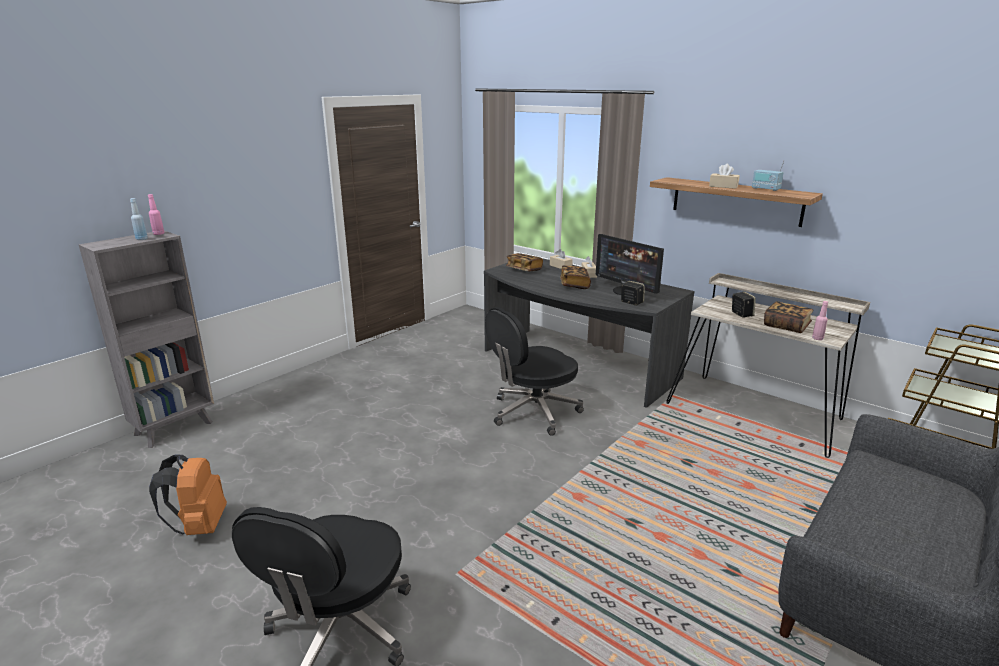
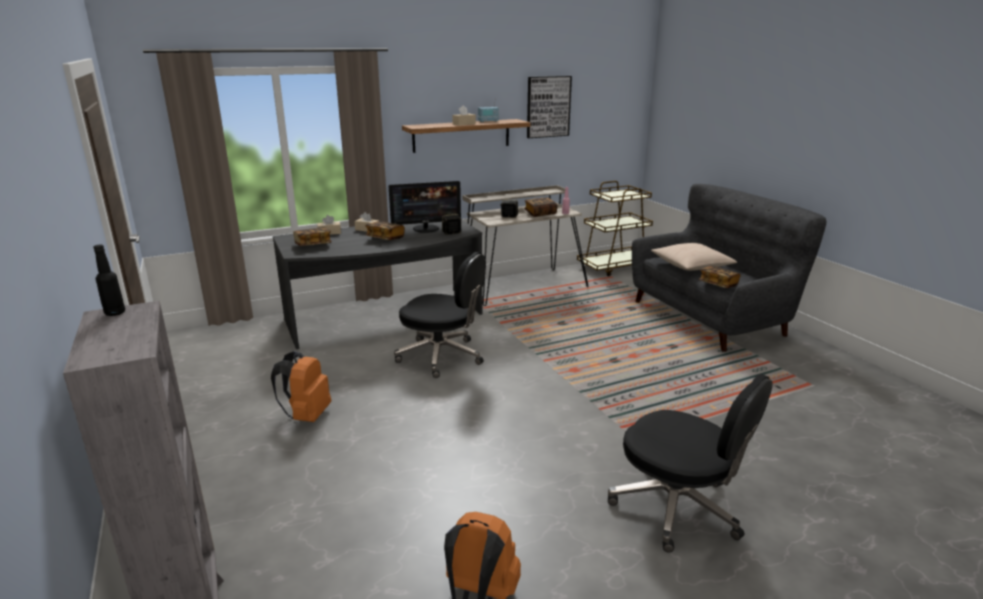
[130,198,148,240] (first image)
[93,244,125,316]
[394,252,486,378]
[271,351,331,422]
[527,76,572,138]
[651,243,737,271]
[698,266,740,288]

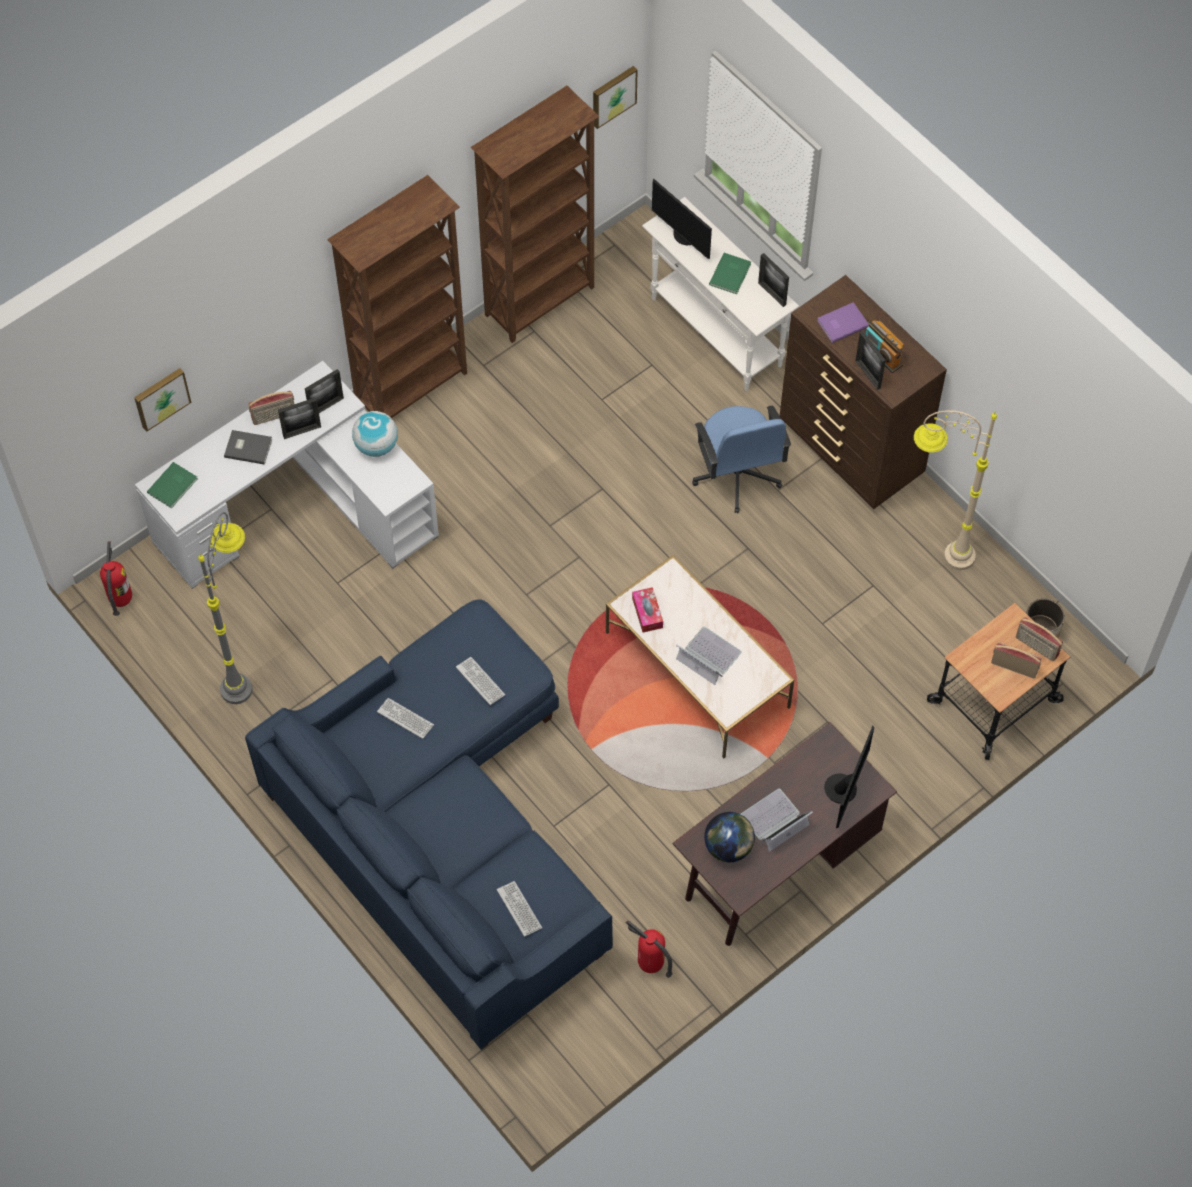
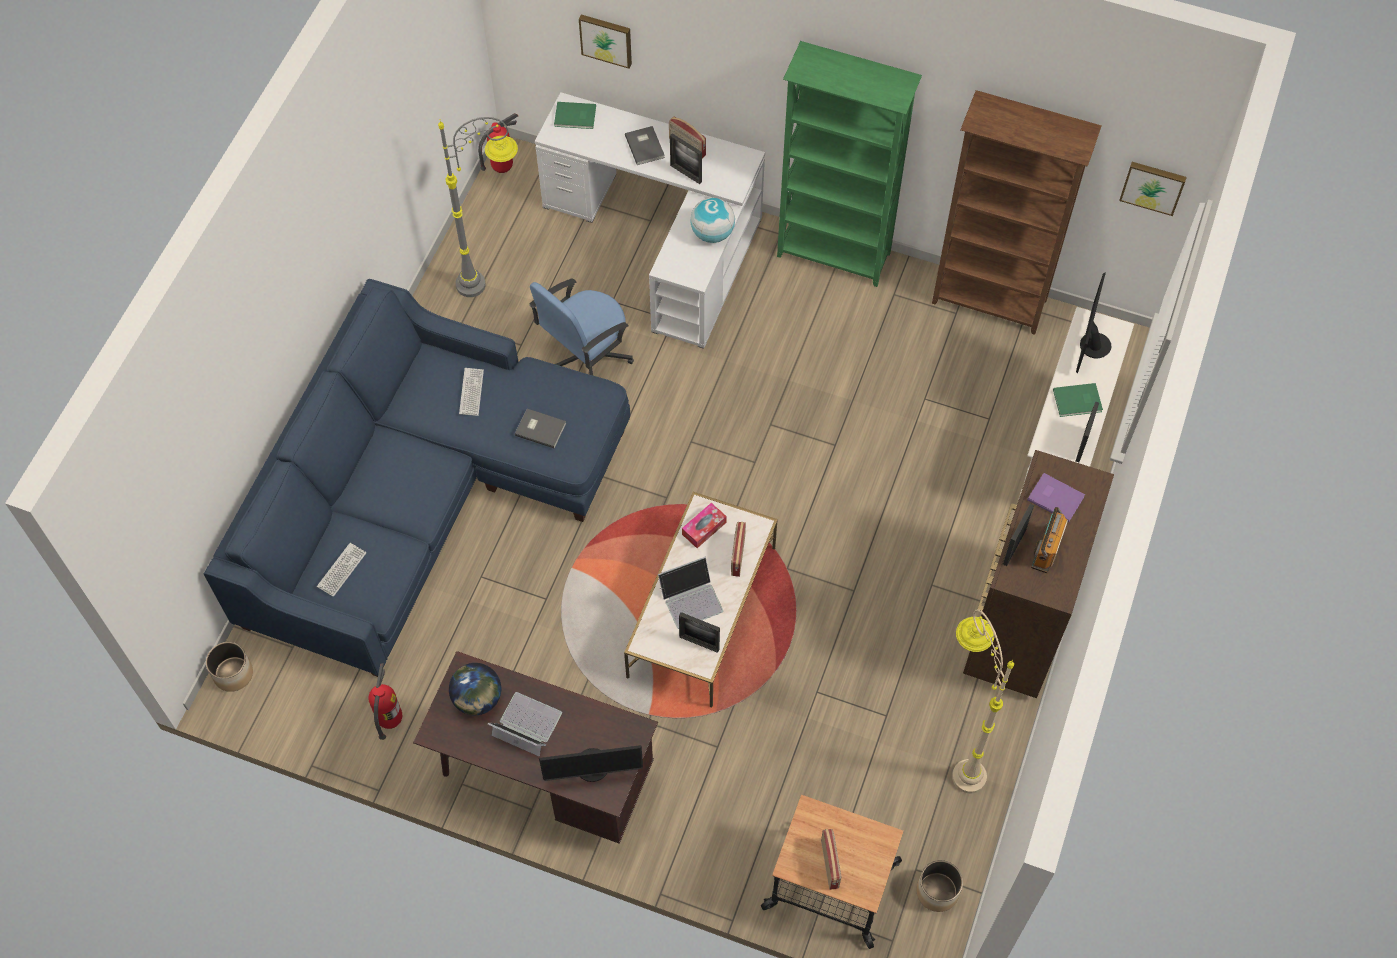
[679,612,720,653]
[777,41,922,287]
[515,409,566,449]
[658,557,723,629]
[529,278,634,375]
[731,522,746,577]
[206,642,253,692]

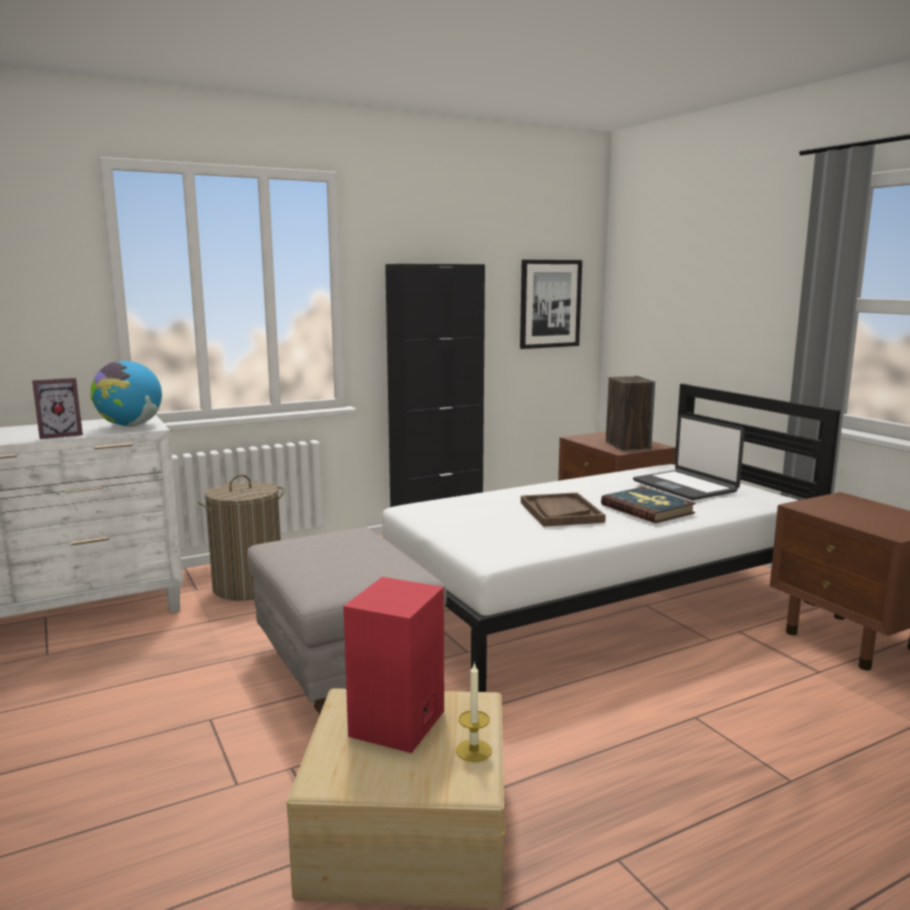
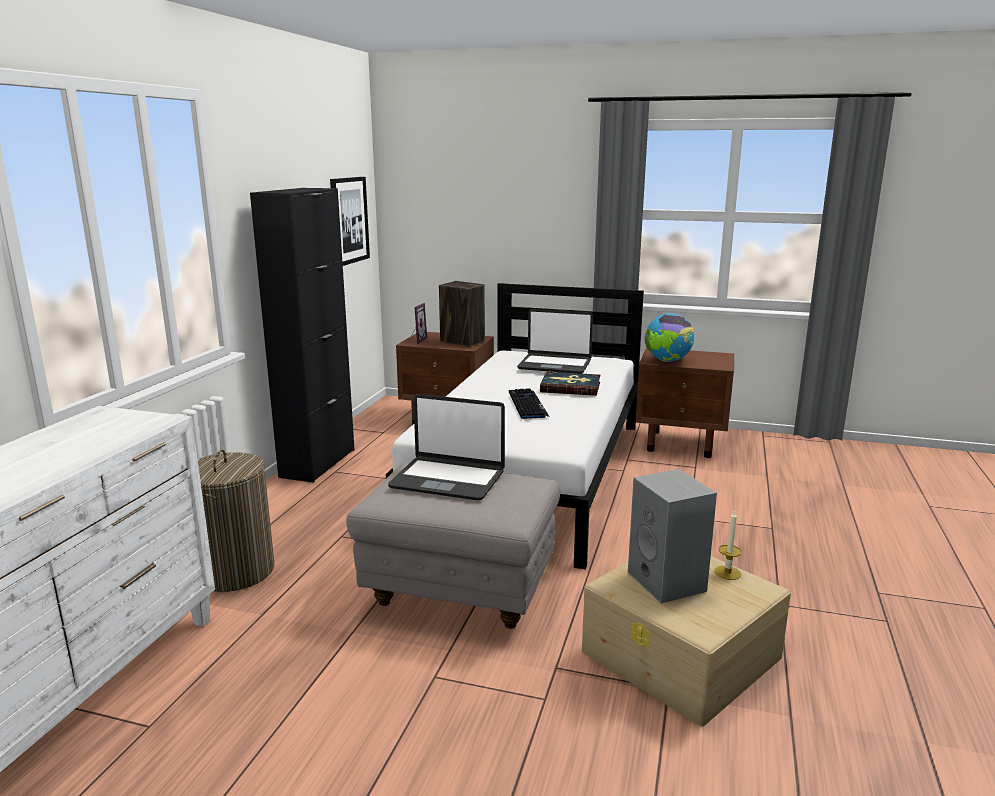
[409,303,427,344]
[645,313,694,362]
[628,469,717,603]
[509,388,550,419]
[388,394,505,500]

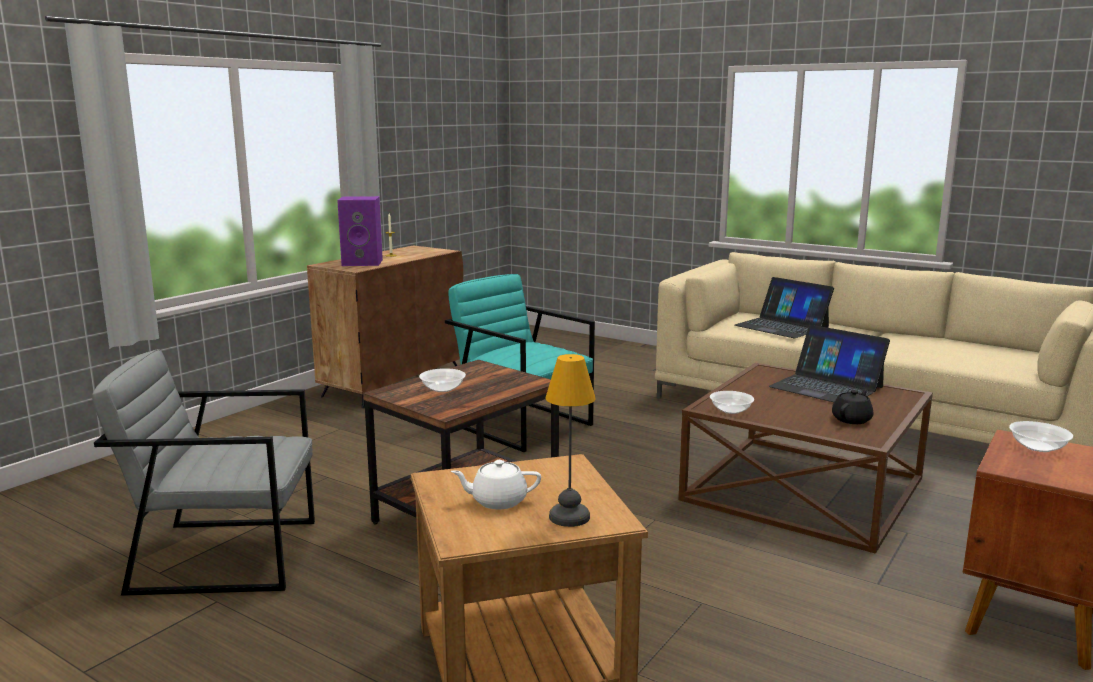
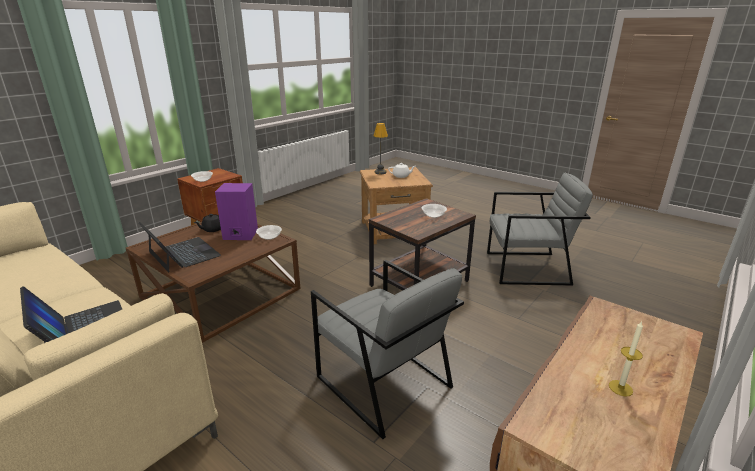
[215,183,258,240]
[311,260,464,439]

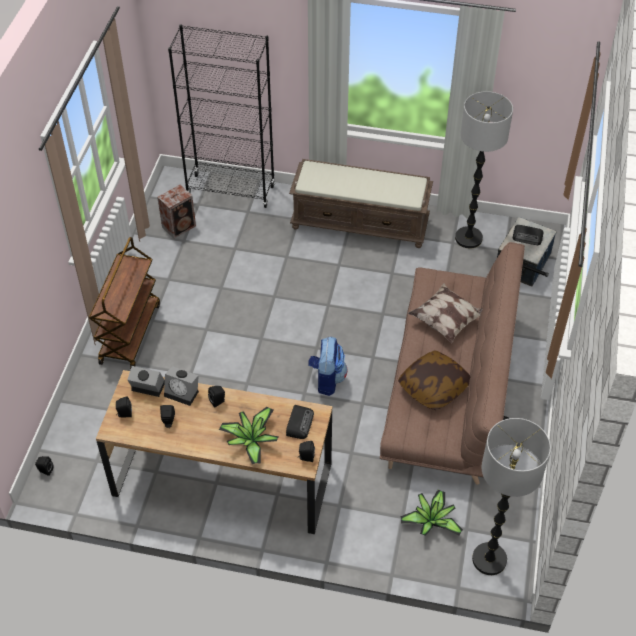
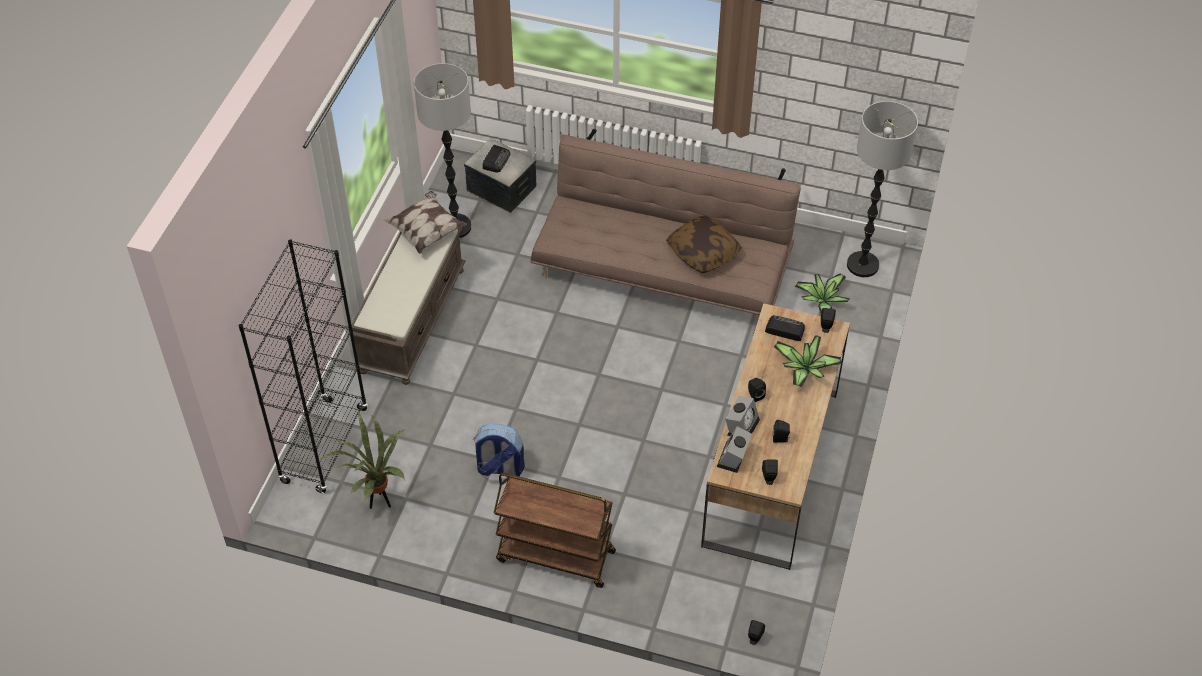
[320,412,406,509]
[473,424,525,476]
[383,191,467,254]

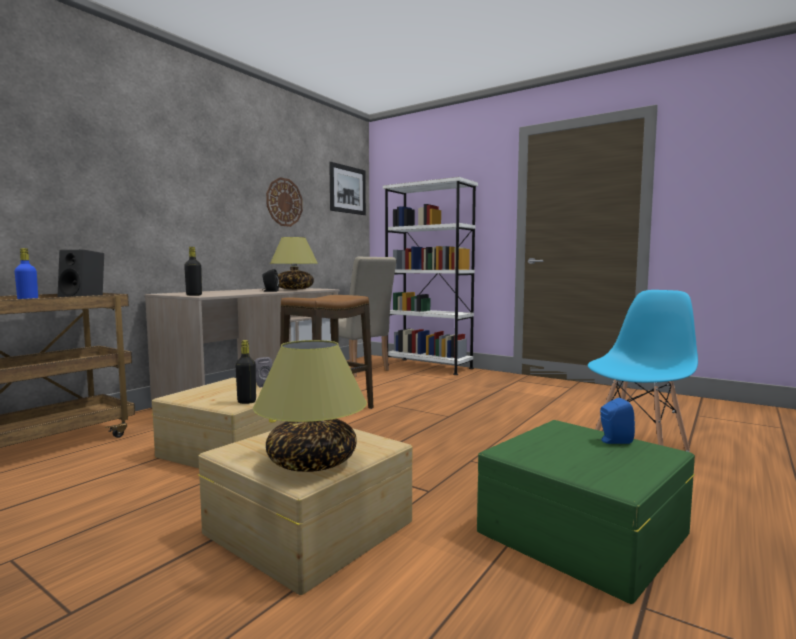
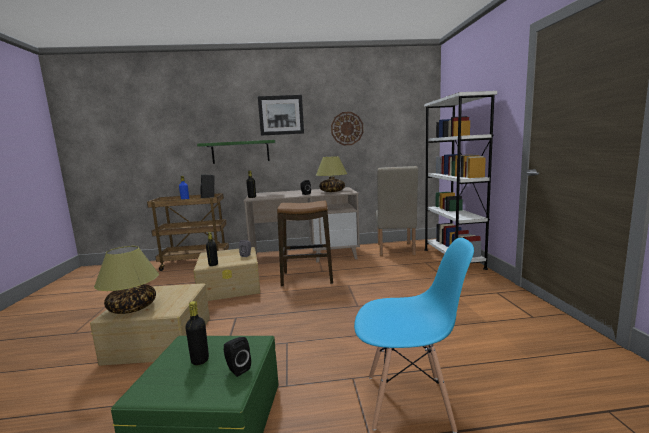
[258,95,304,136]
[224,337,251,377]
[185,301,209,365]
[197,140,276,164]

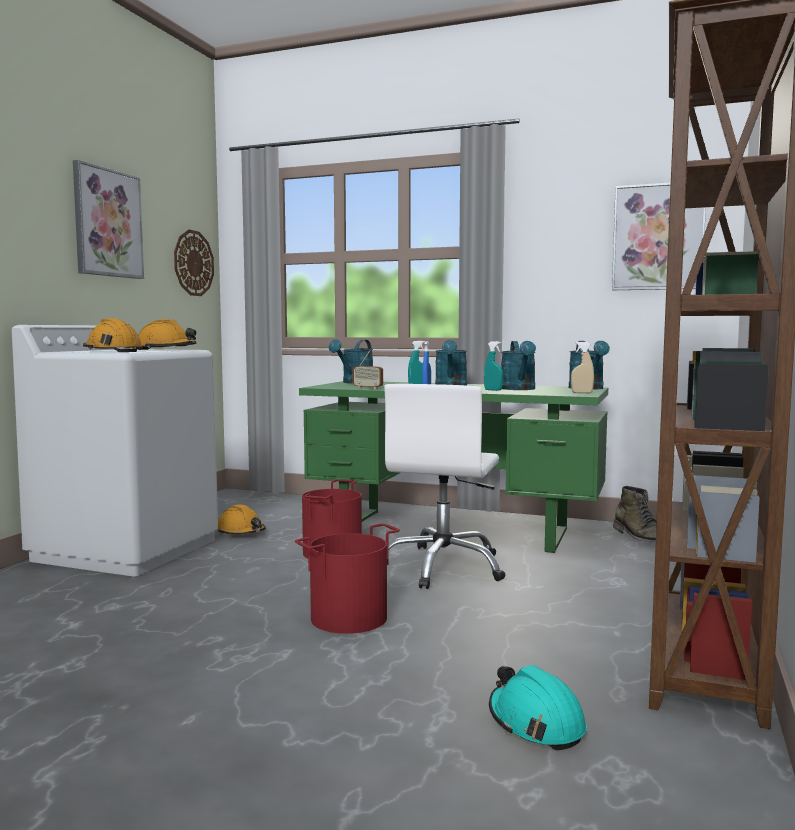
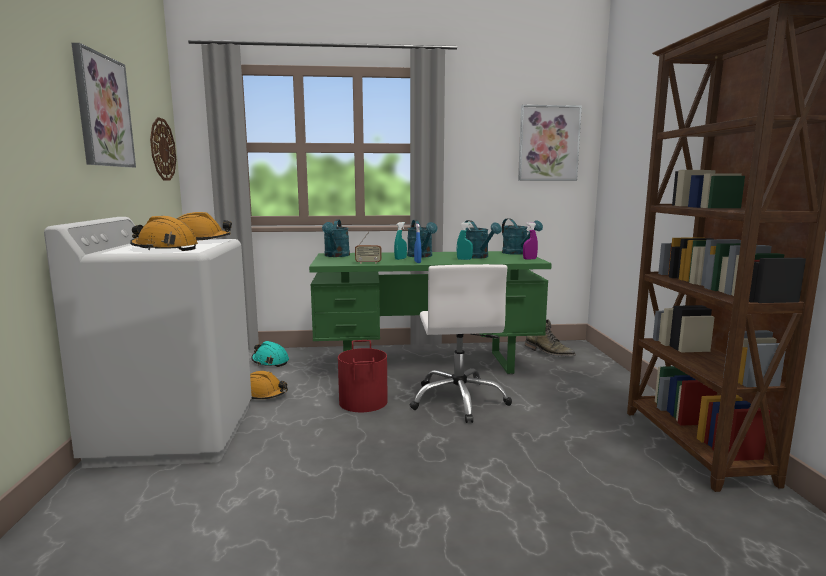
[295,523,400,634] (first image)
[251,341,289,367]
[523,222,538,260]

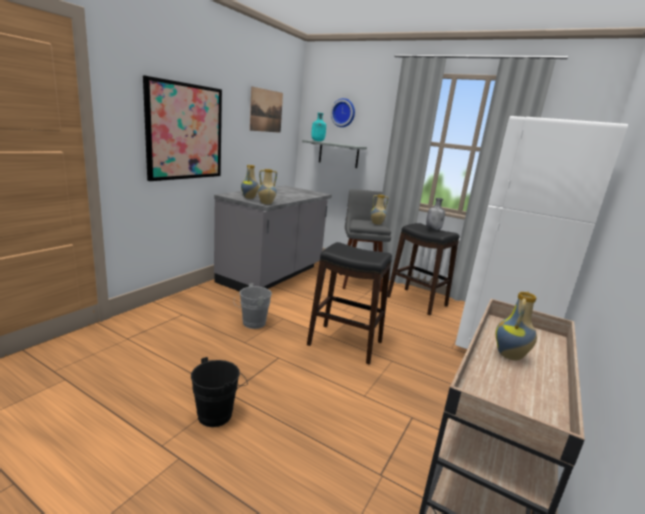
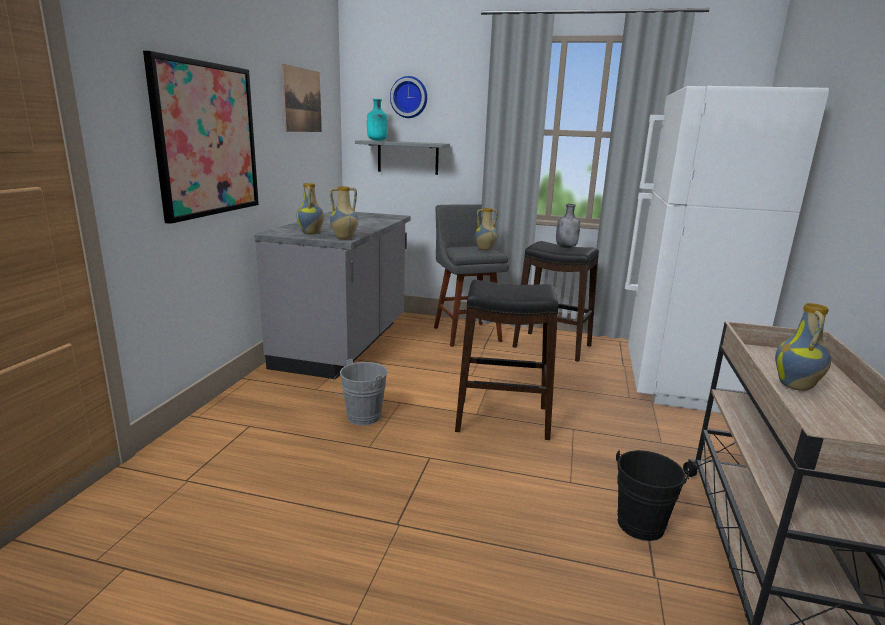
[616,450,689,541]

